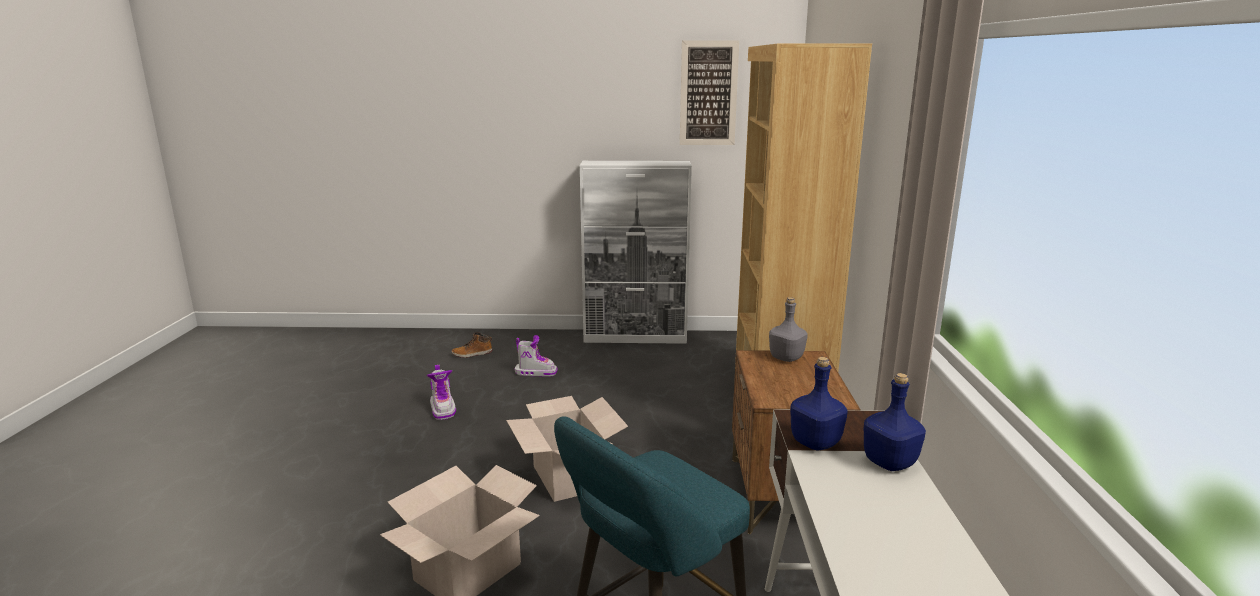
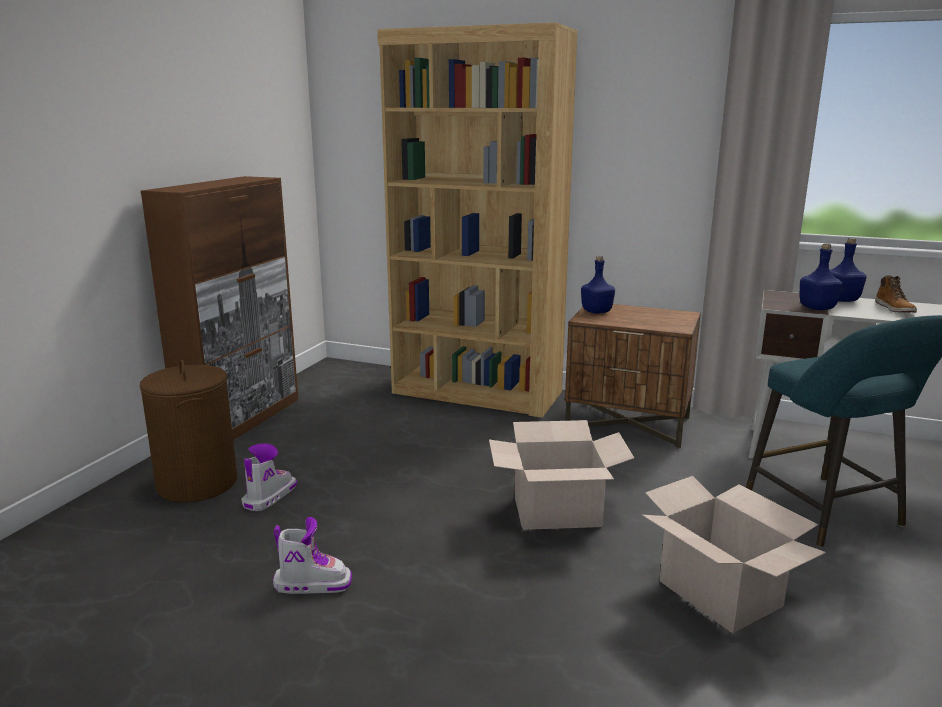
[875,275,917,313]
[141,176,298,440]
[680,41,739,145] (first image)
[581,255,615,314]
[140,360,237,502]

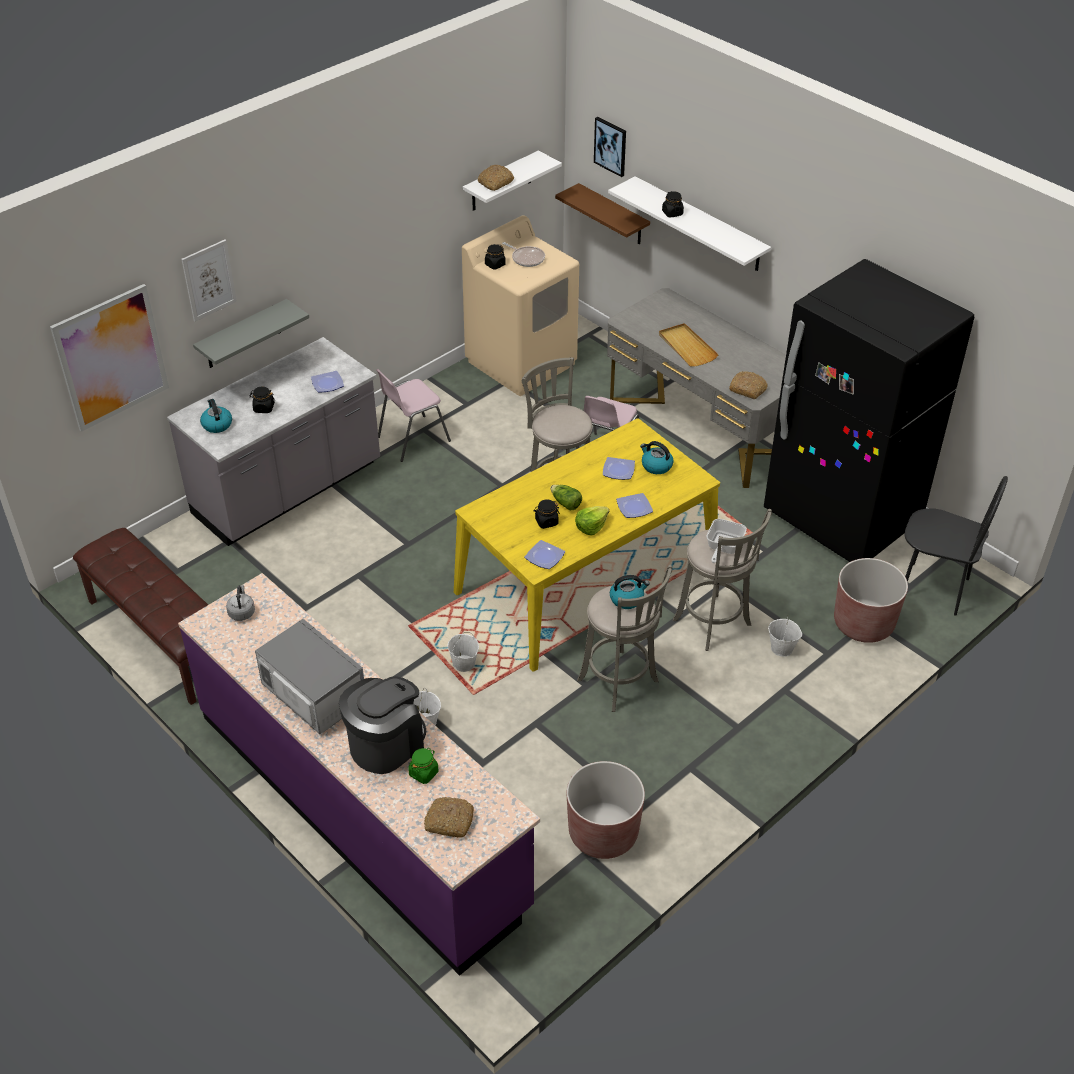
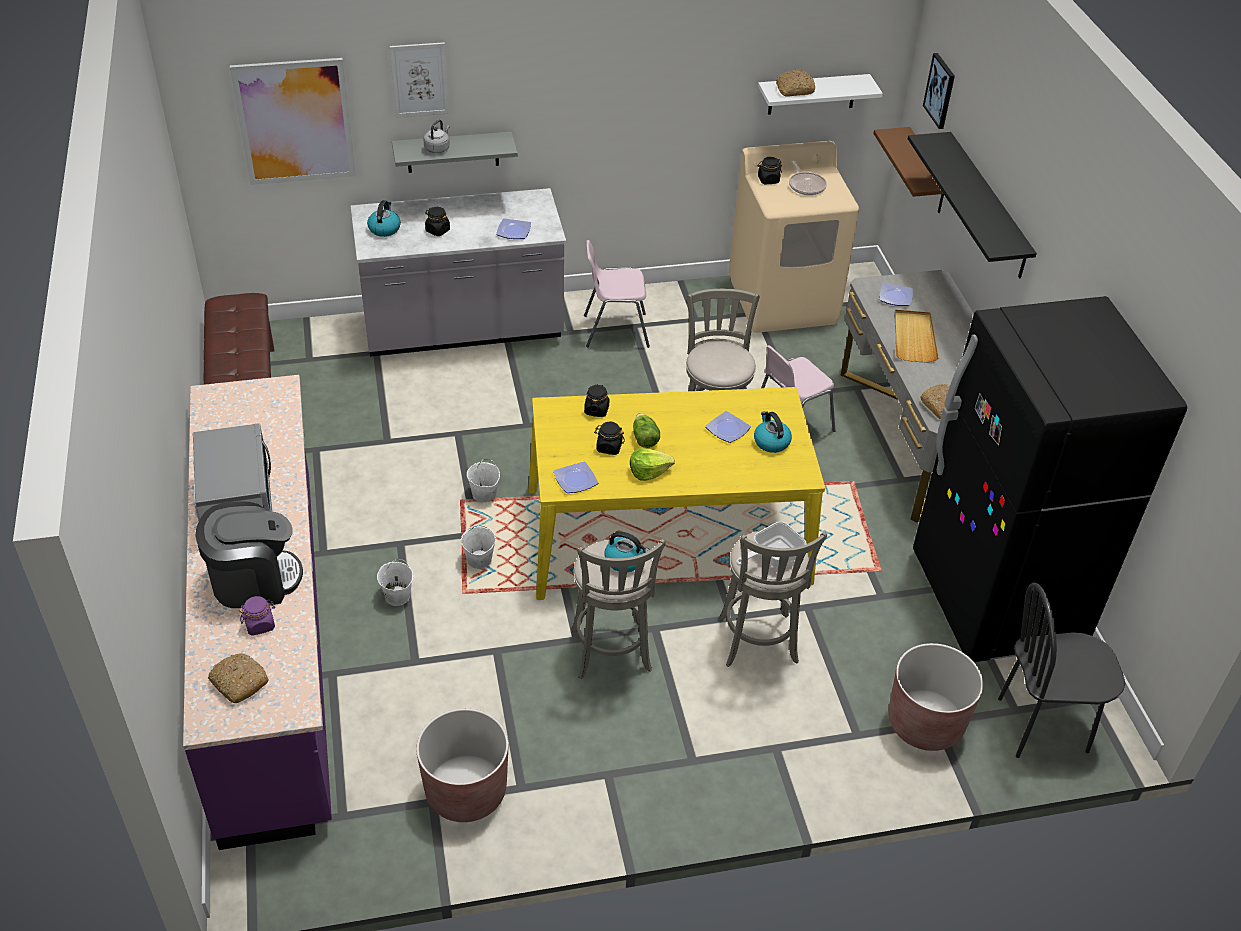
[423,119,450,153]
[240,596,275,636]
[908,132,1037,279]
[879,283,913,306]
[584,384,609,417]
[467,459,500,503]
[998,582,1126,758]

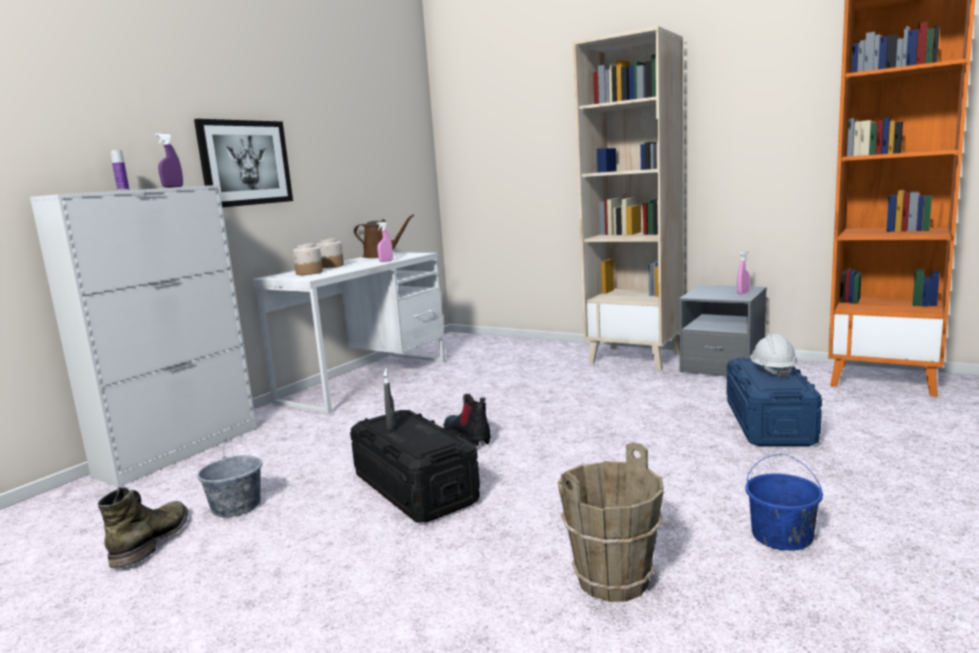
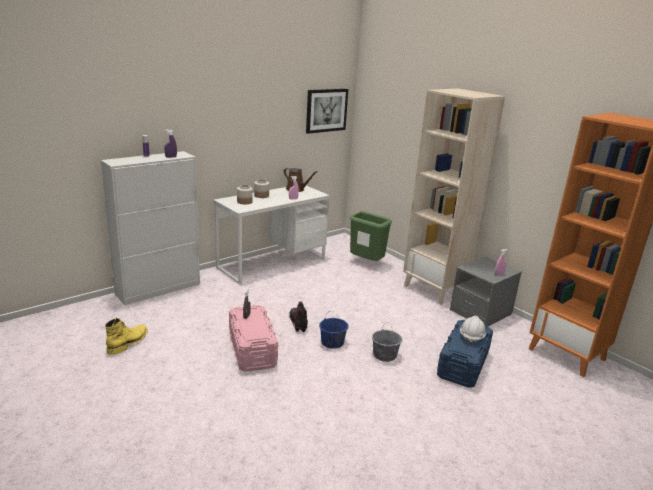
[105,318,148,355]
[306,89,348,134]
[372,322,403,362]
[229,305,278,372]
[558,442,664,602] (first image)
[319,311,348,349]
[350,211,392,261]

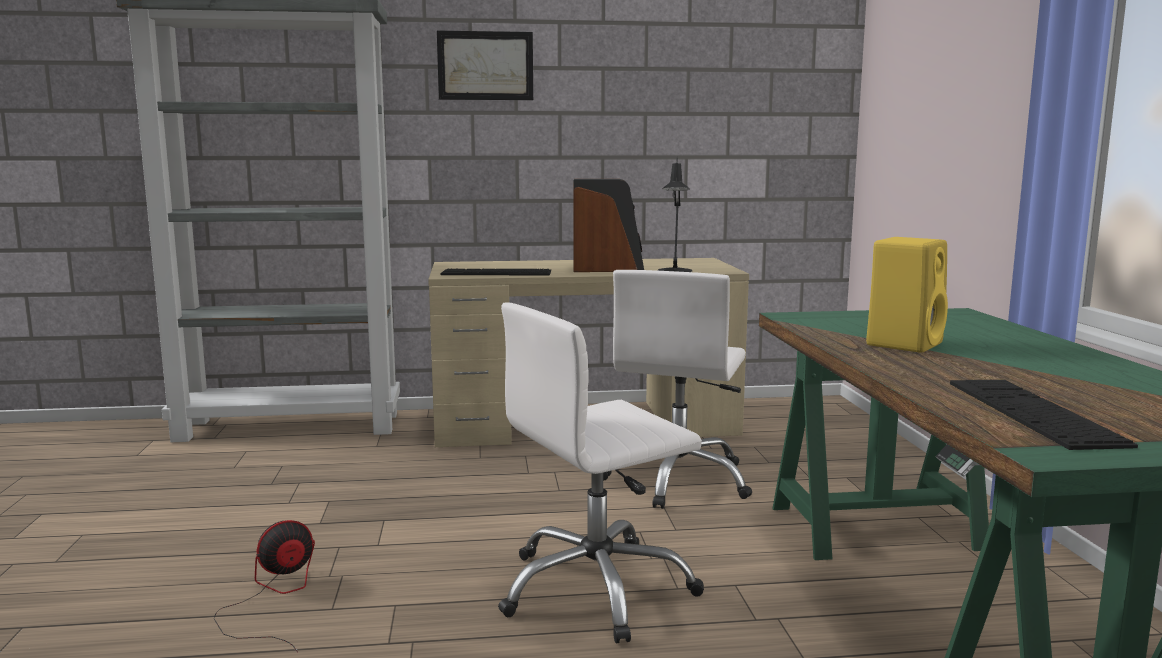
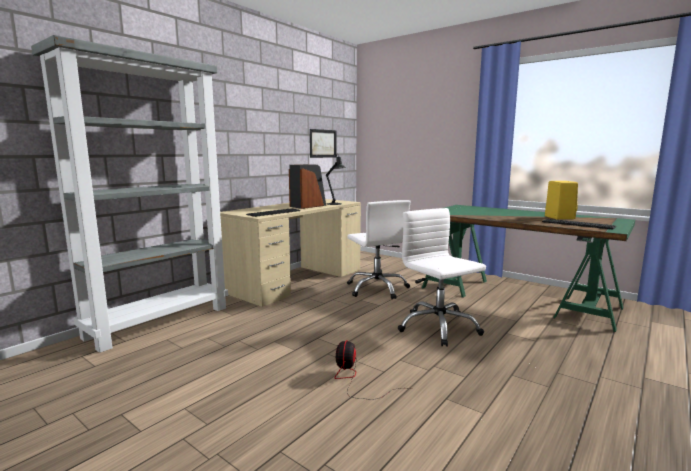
[310,129,337,158]
[398,208,486,347]
[545,181,578,219]

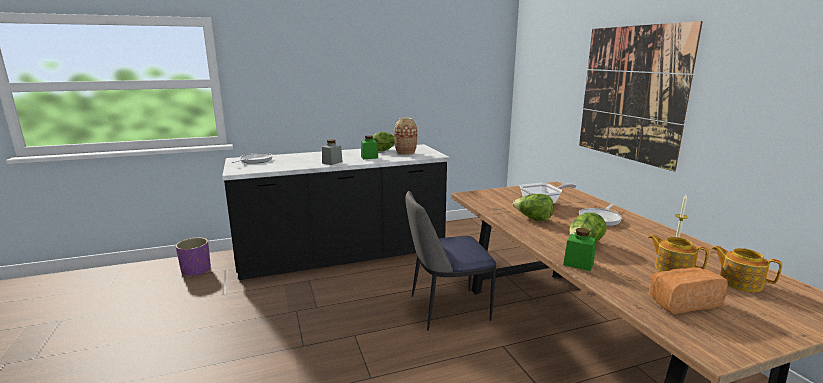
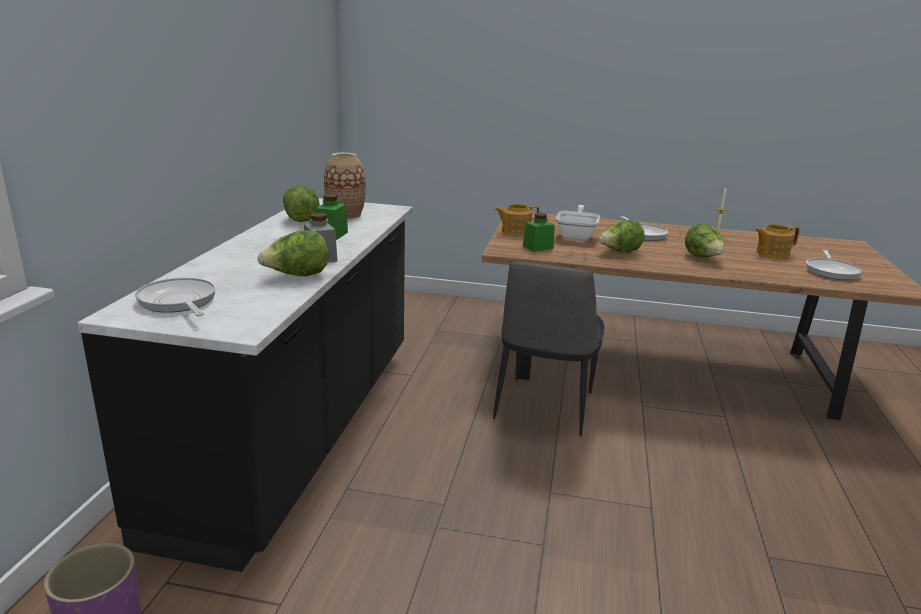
[523,213,555,252]
[579,21,703,172] (first image)
[806,250,862,280]
[495,204,539,236]
[258,230,328,276]

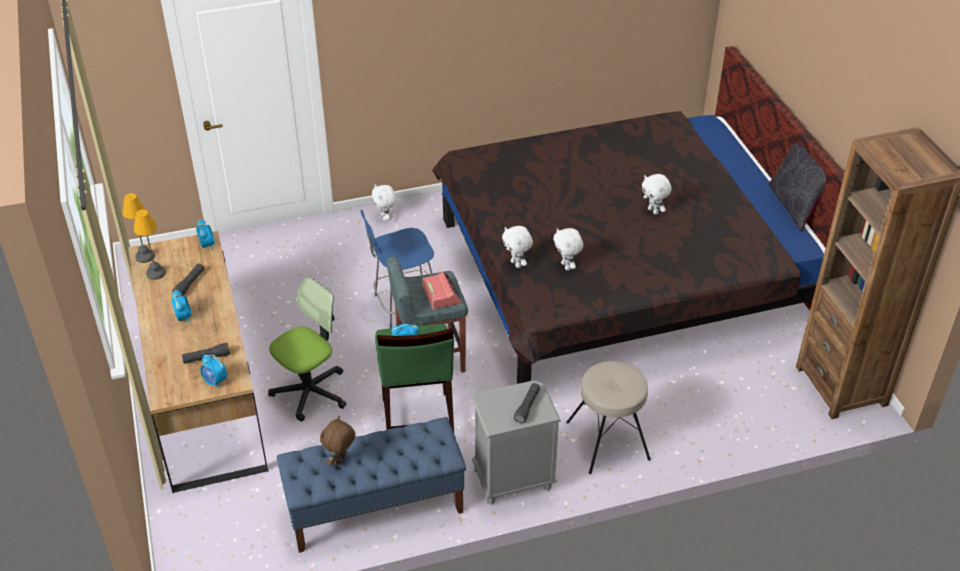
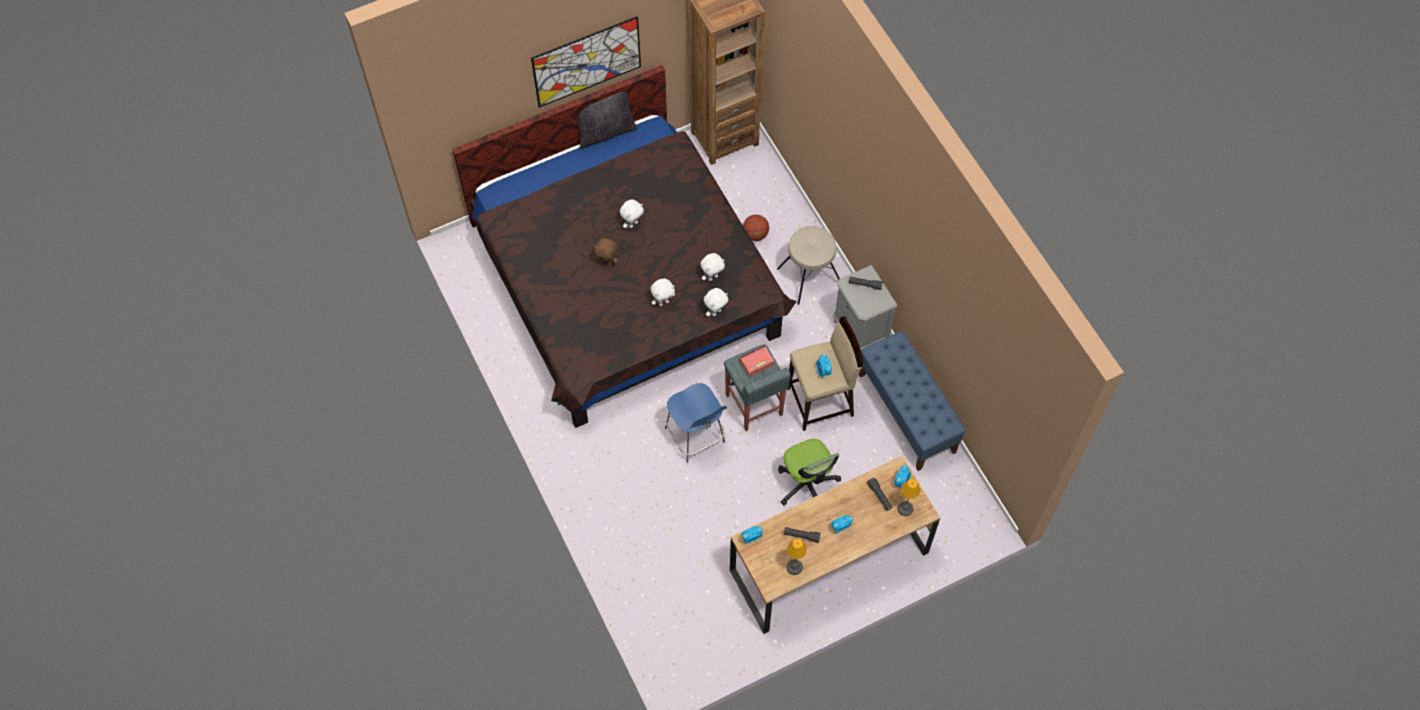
[897,479,920,516]
[778,439,841,506]
[594,238,618,265]
[651,279,675,306]
[787,316,863,431]
[531,16,641,108]
[743,215,769,241]

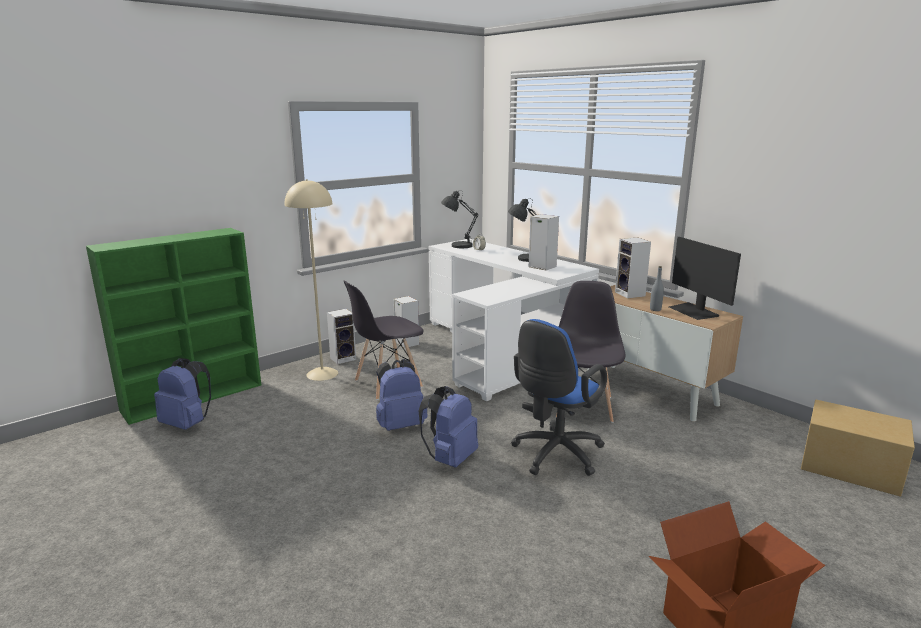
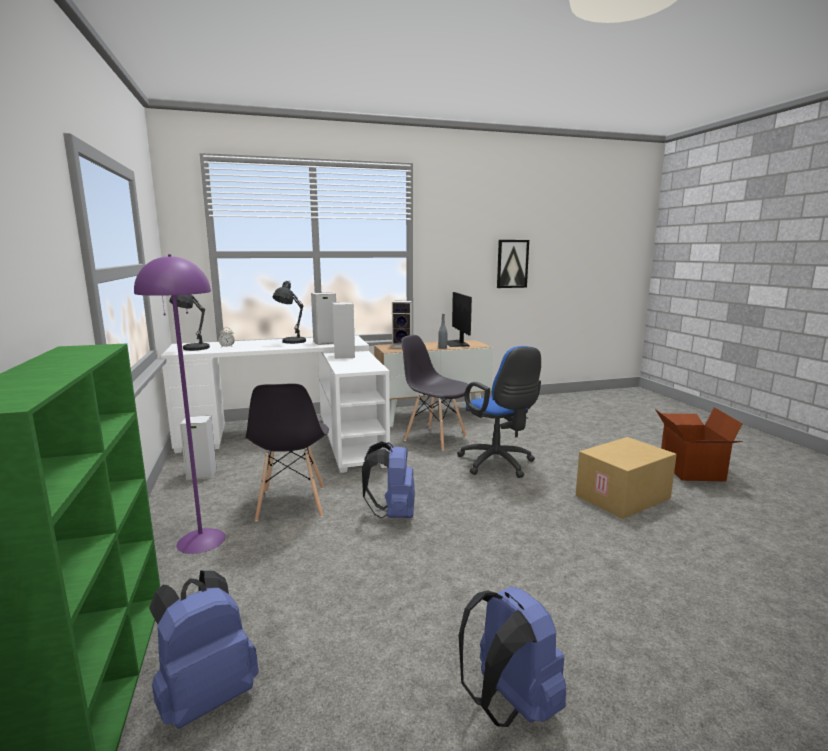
[134,254,226,554]
[333,302,355,359]
[458,587,566,727]
[447,292,472,347]
[576,437,677,519]
[497,240,529,288]

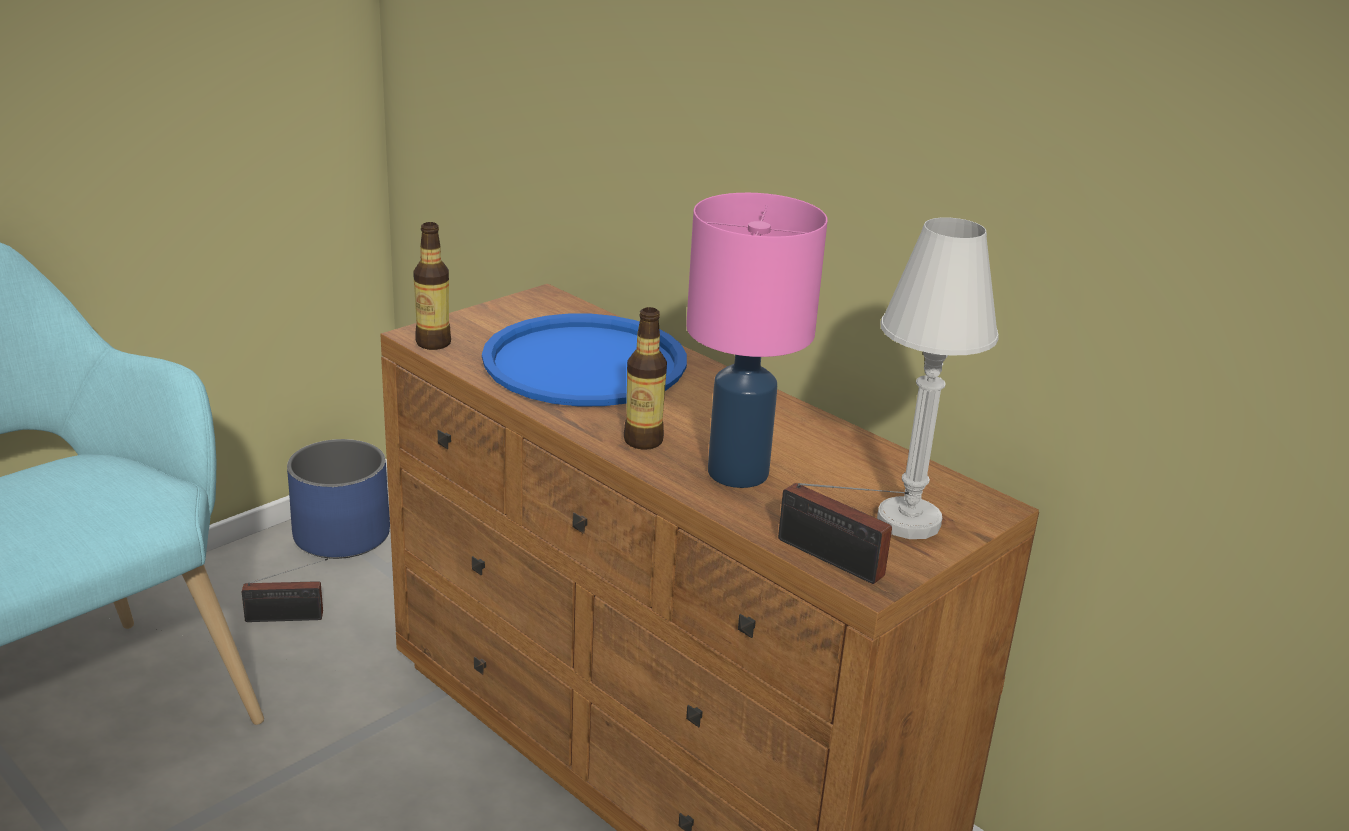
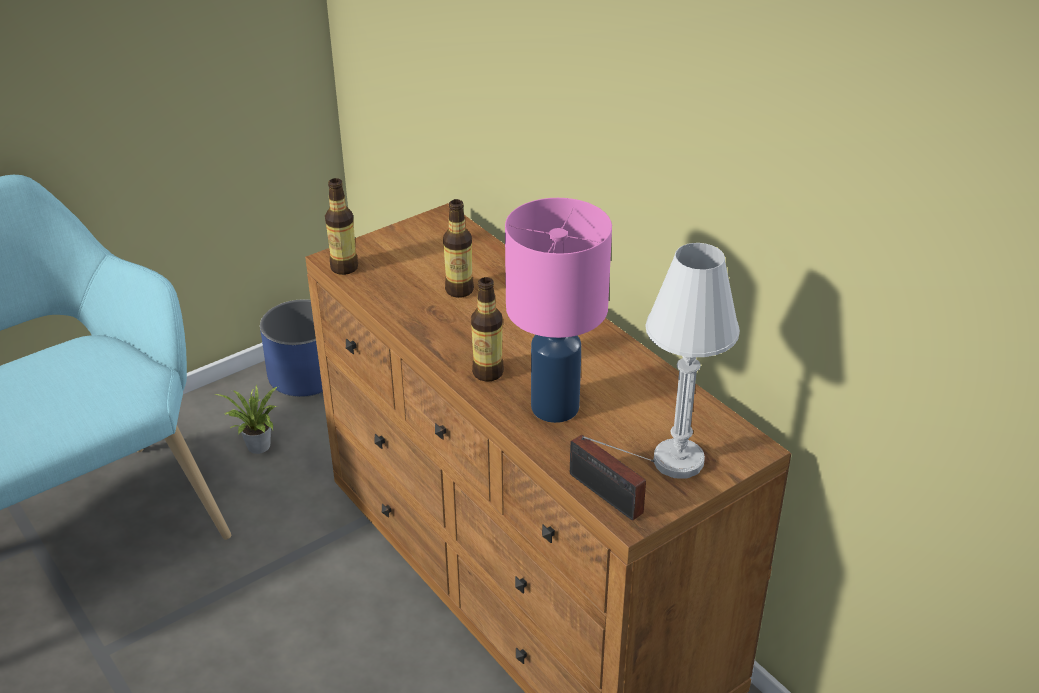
[215,385,279,454]
[443,199,474,298]

